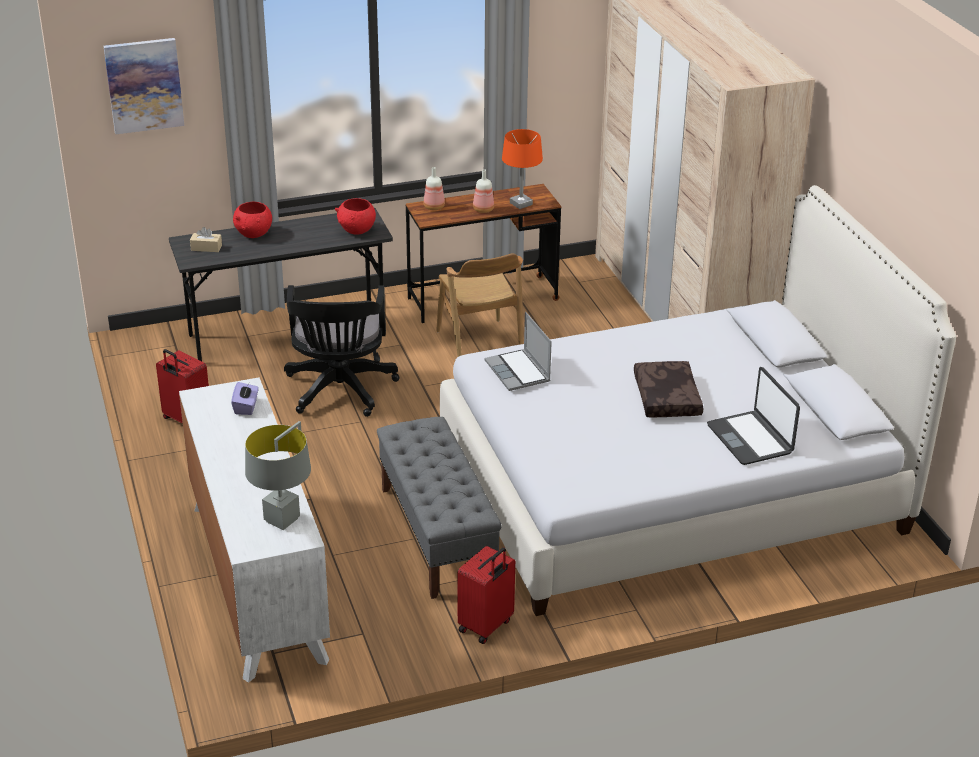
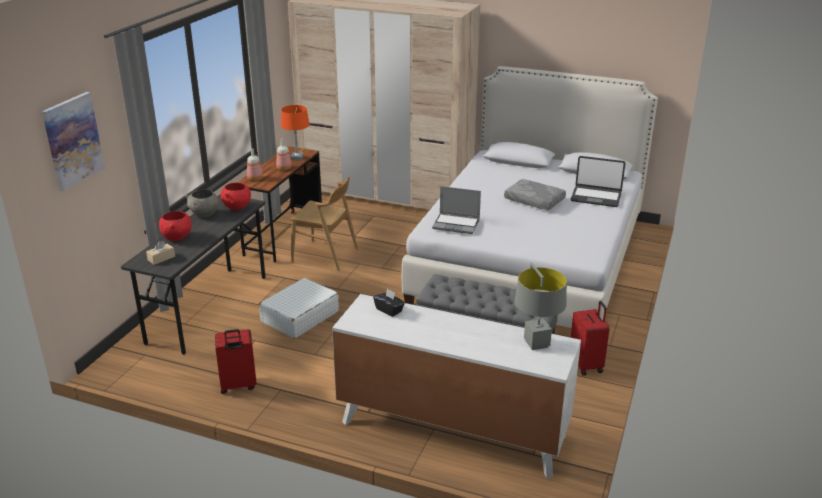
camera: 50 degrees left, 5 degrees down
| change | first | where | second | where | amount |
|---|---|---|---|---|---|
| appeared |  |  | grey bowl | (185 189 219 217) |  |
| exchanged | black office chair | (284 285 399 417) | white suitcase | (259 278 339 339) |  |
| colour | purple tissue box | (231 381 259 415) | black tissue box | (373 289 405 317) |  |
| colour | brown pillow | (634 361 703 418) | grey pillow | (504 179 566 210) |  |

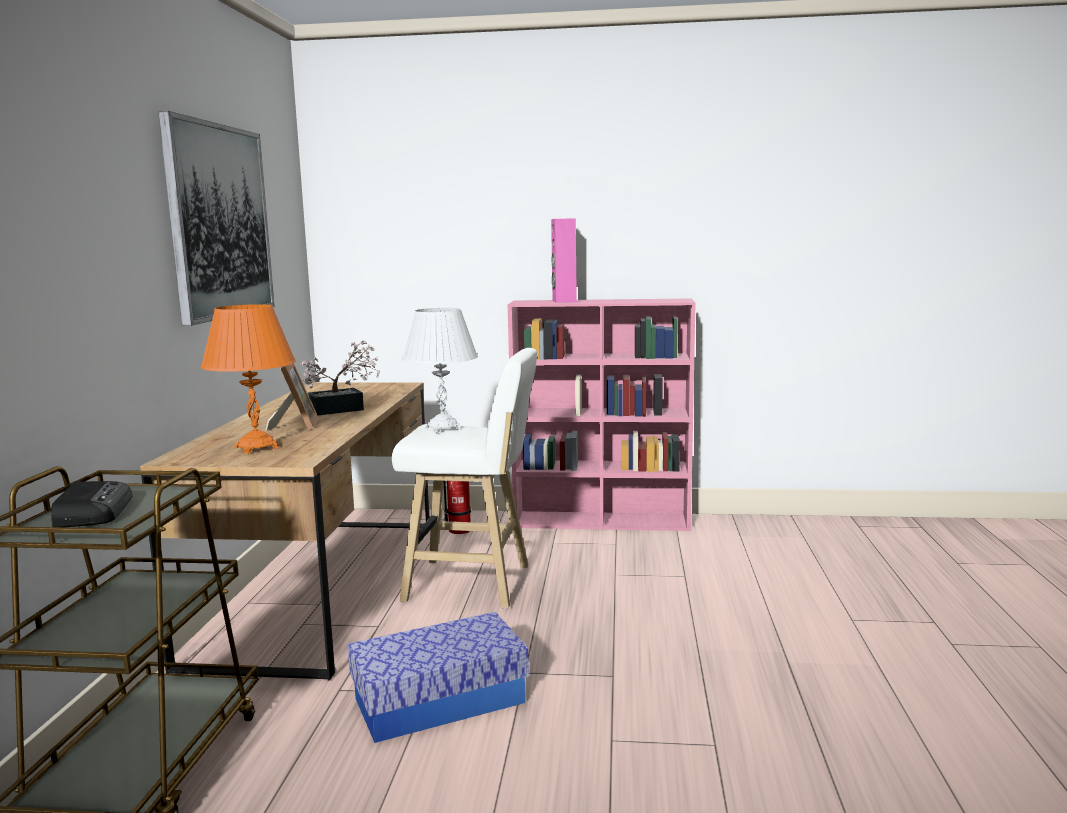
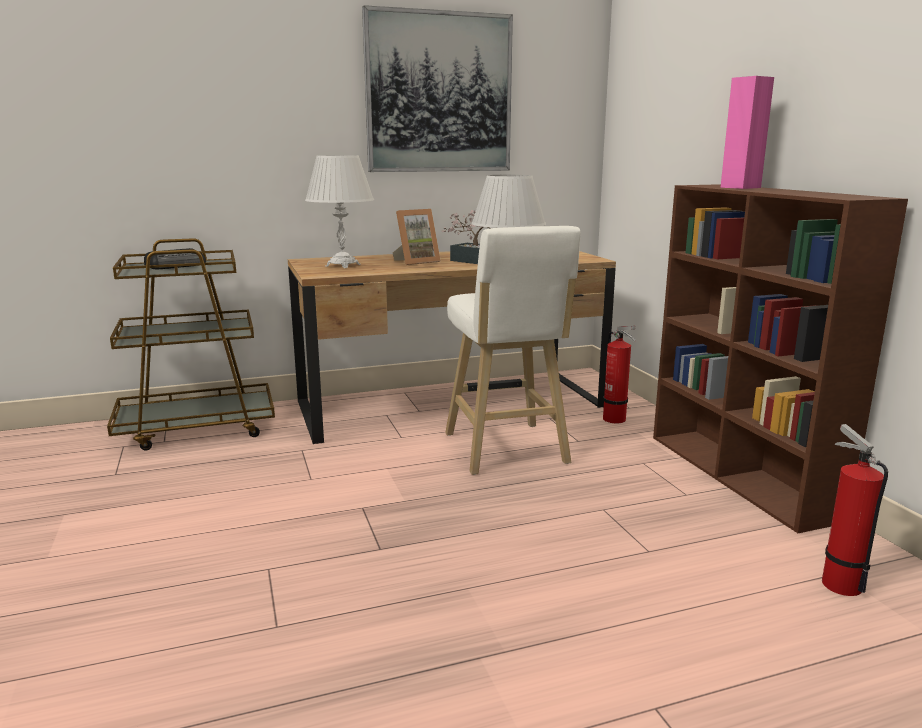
camera: 65 degrees right, 5 degrees up
| change | first | where | second | where | amount |
|---|---|---|---|---|---|
| missing | storage box | (348 612 529 743) |  |  |  |
| appeared |  |  | fire extinguisher | (822 424 888 596) |  |
| colour | orange table lamp | (201 304 296 454) | white table lamp | (305 155 374 268) |  |
| colour | pink bookcase | (508 298 695 531) | brown bookcase | (653 184 908 533) |  |

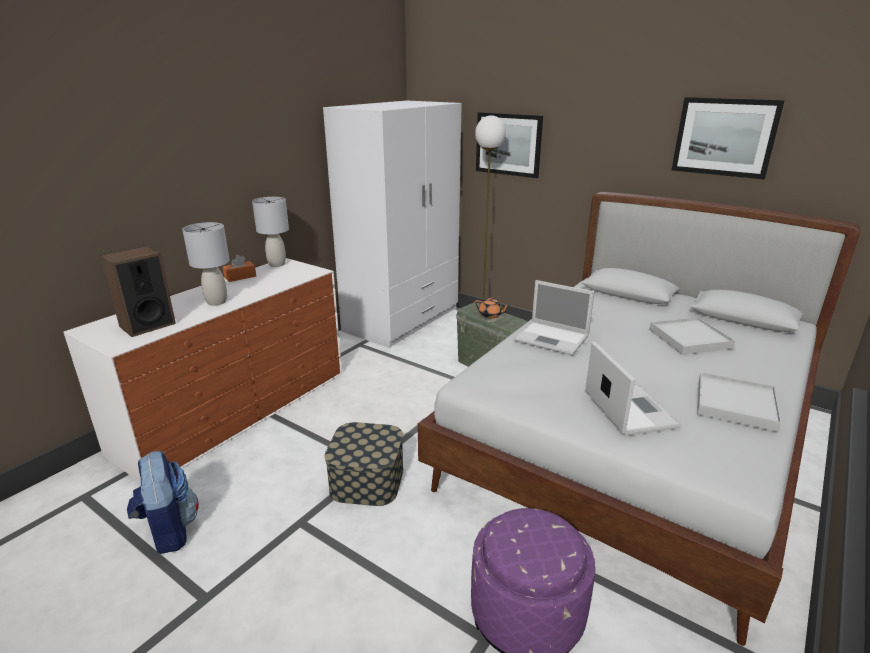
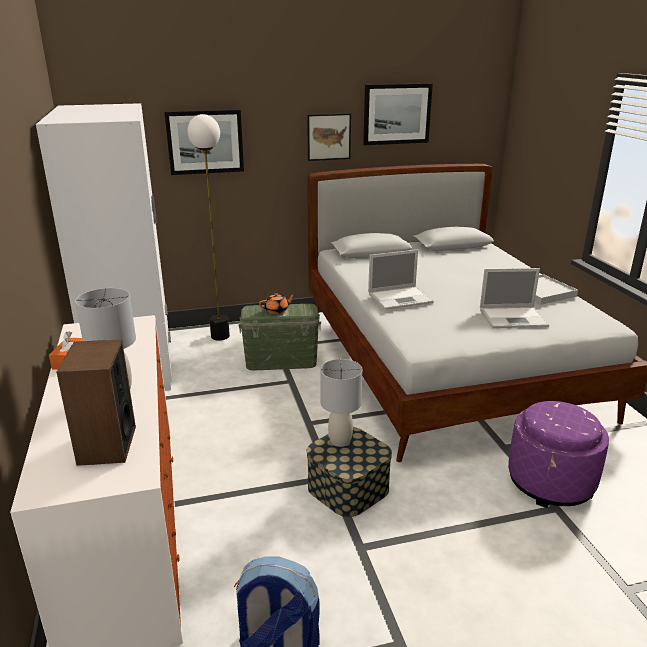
camera: 50 degrees left, 0 degrees up
| change | first | where | second | where | amount |
|---|---|---|---|---|---|
| missing | white tray | (649 317 735 355) |  |  |  |
| appeared |  |  | picture | (307 113 351 161) |  |
| relocated | grey table lamp | (252 197 289 267) |  | (320 359 363 447) |  |
| spun | laptop | (585 342 681 436) |  | (480 268 549 328) | 150 degrees clockwise |

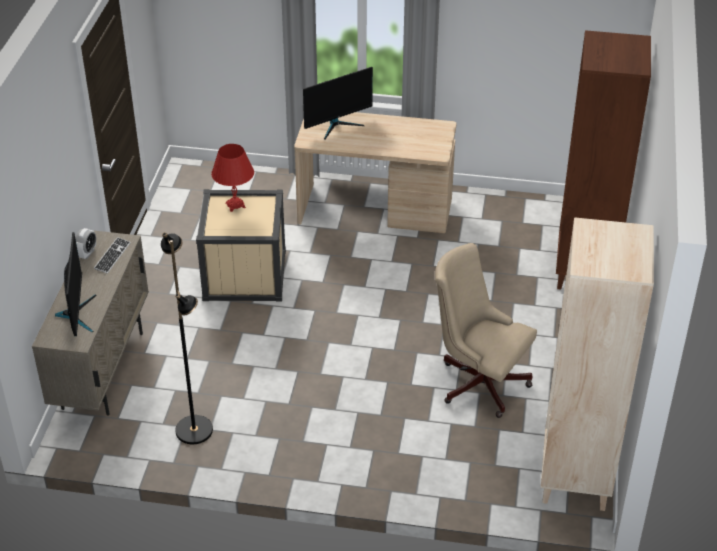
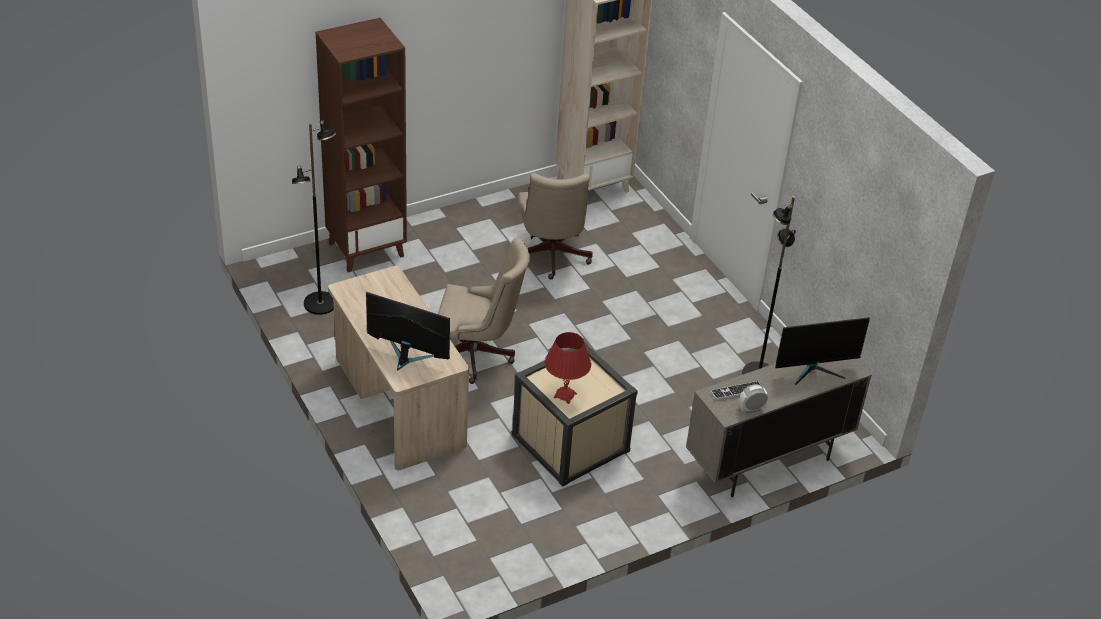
camera: 130 degrees left, 0 degrees up
| change | first | where | second | where | amount |
|---|---|---|---|---|---|
| appeared |  |  | black floor lamp | (292 120 336 315) |  |
| appeared |  |  | beige office chair | (438 238 530 384) |  |
| spun | monitor | (55 232 97 336) |  | (775 317 870 385) | 150 degrees counterclockwise |

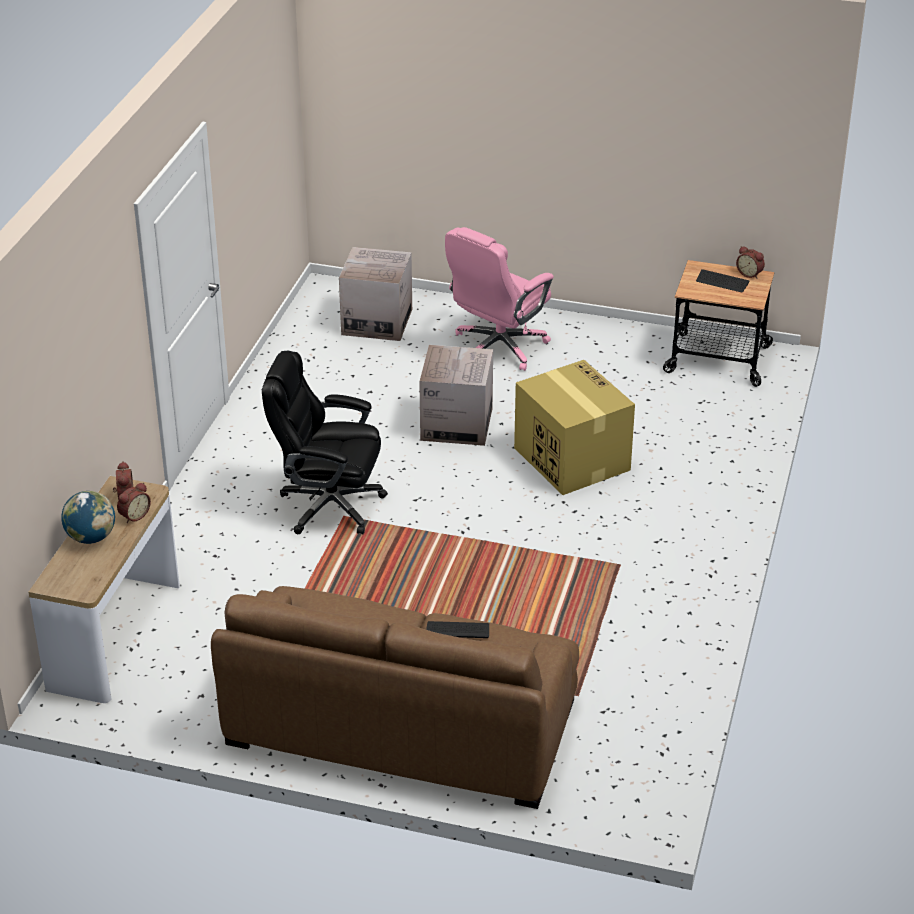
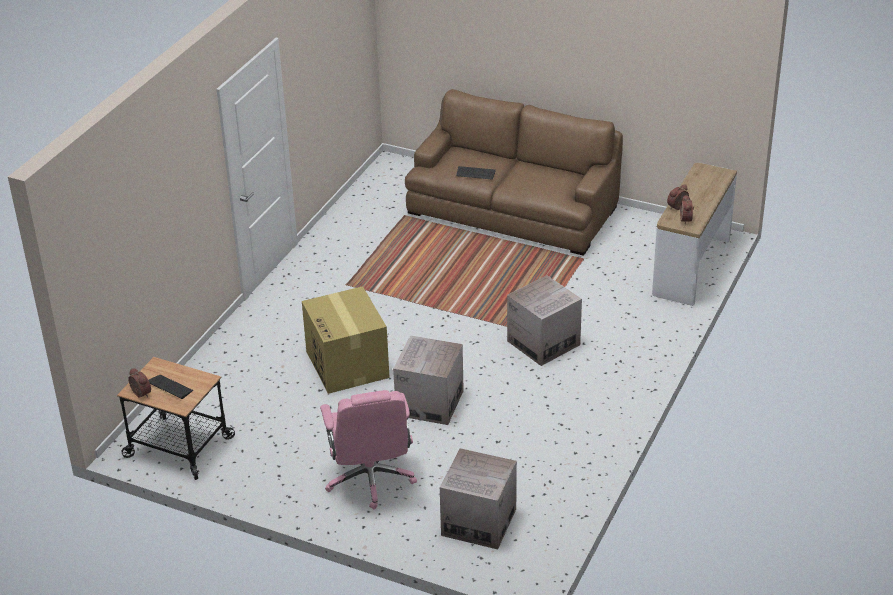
camera: 170 degrees left, 0 degrees up
| change | first | where | second | where | amount |
|---|---|---|---|---|---|
| missing | globe | (61 491 115 544) |  |  |  |
| exchanged | black office chair | (262 351 388 534) | cardboard box | (507 275 582 366) |  |
| spun | pink office chair | (445 227 554 371) |  | (320 390 417 510) | 120 degrees clockwise |

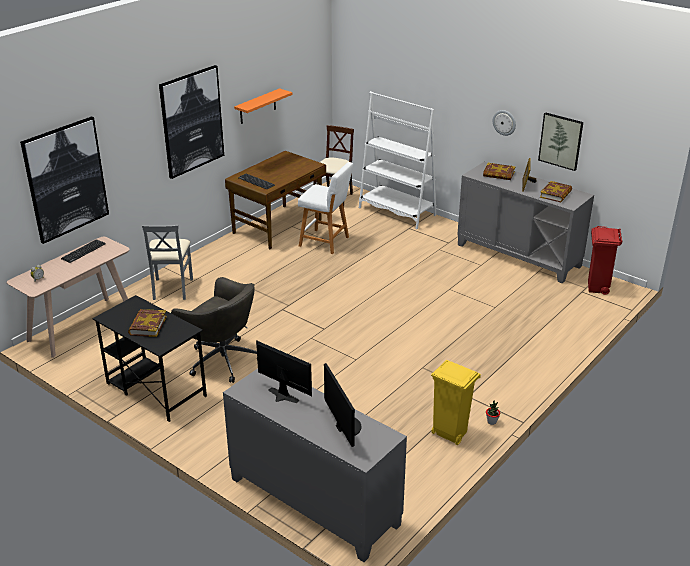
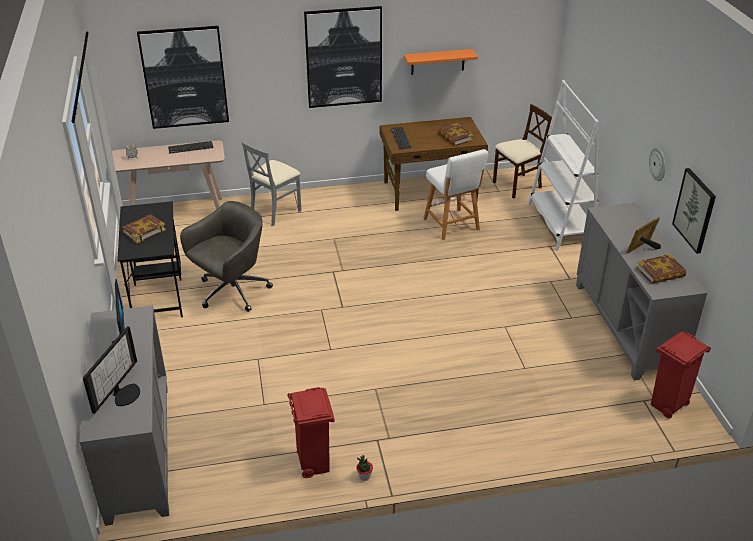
camera: 40 degrees right, 5 degrees up
| change | first | where | second | where | amount |
|---|---|---|---|---|---|
| relocated | book | (483 163 516 180) |  | (438 123 474 146) |  |
| colour | yellow trash can | (431 360 481 445) | red trash can | (287 387 335 478) |  |
| spun | grey office chair | (171 277 257 383) |  | (180 201 273 312) | 120 degrees counterclockwise |

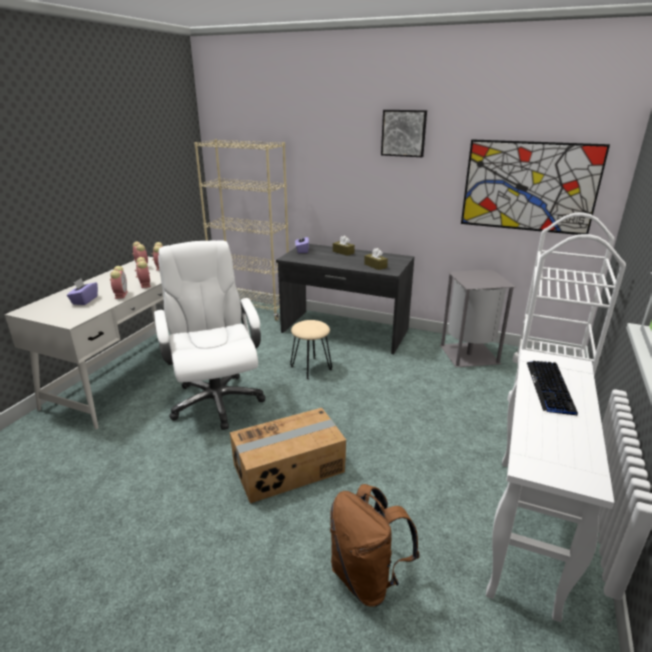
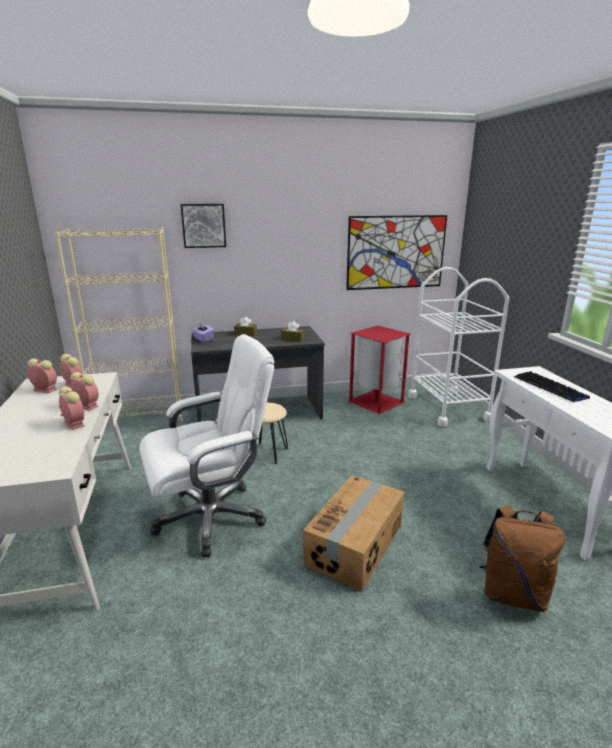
camera: 35 degrees left, 5 degrees down
| change | first | where | second | where | amount |
|---|---|---|---|---|---|
| missing | purple tissue box | (67 278 98 305) |  |  |  |
| relocated | picture | (381 110 427 157) |  | (181 204 226 248) |  |
| colour | grey trash can | (439 270 515 367) | red trash can | (348 325 410 414) |  |
| spun | white office chair | (154 240 265 430) |  | (139 334 275 557) | 120 degrees clockwise |

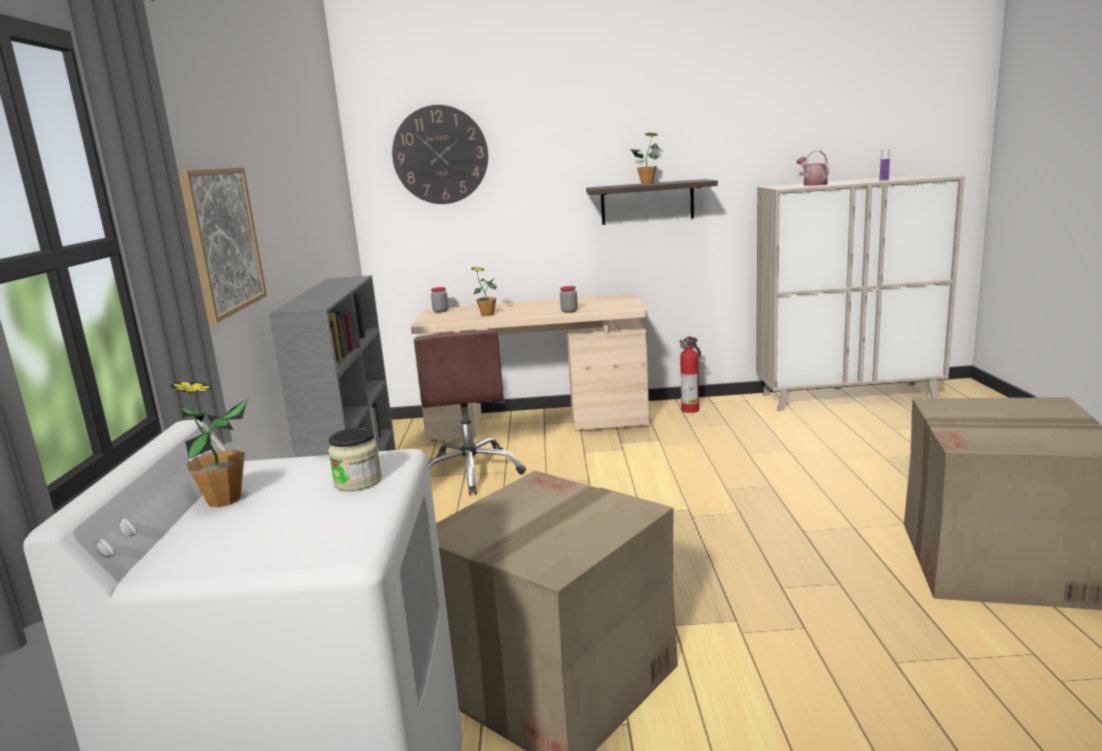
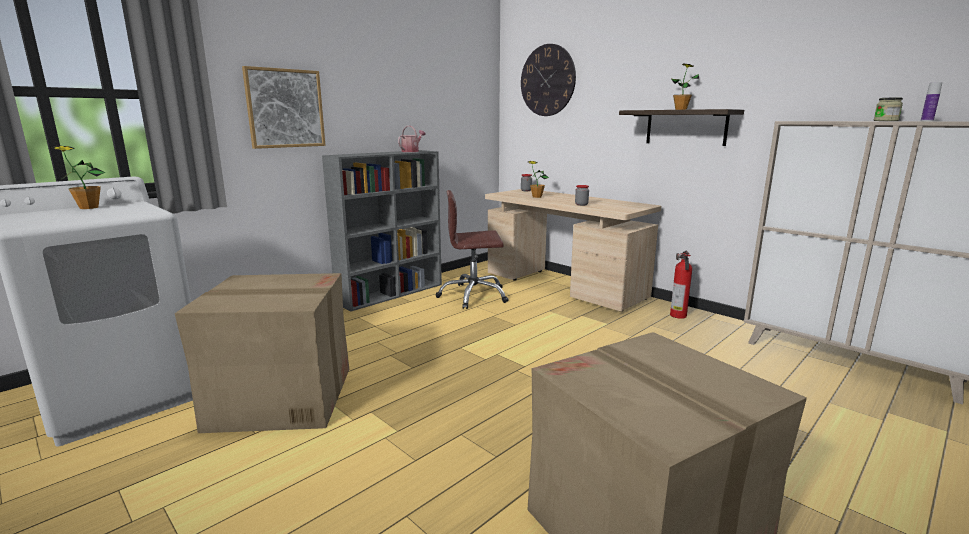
camera: 45 degrees right, 0 degrees up
| change | first | where | second | where | amount |
|---|---|---|---|---|---|
| relocated | jar | (328 428 382 491) |  | (874 97 903 121) |  |
| relocated | watering can | (797 150 830 186) |  | (398 126 426 152) |  |
| spun | brown office chair | (414 330 526 495) |  | (436 190 509 309) | 45 degrees clockwise |

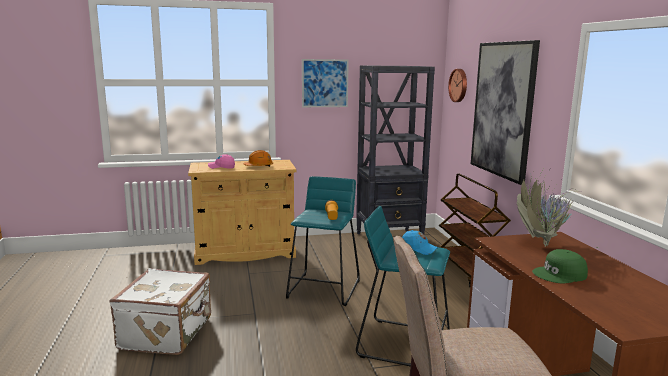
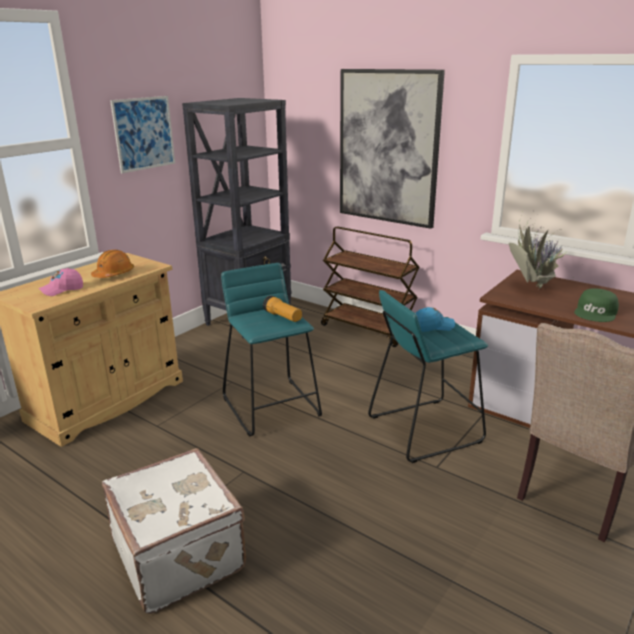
camera: 40 degrees left, 10 degrees up
| change | first | where | second | where | amount |
|---|---|---|---|---|---|
| missing | wall clock | (448 69 467 102) |  |  |  |

